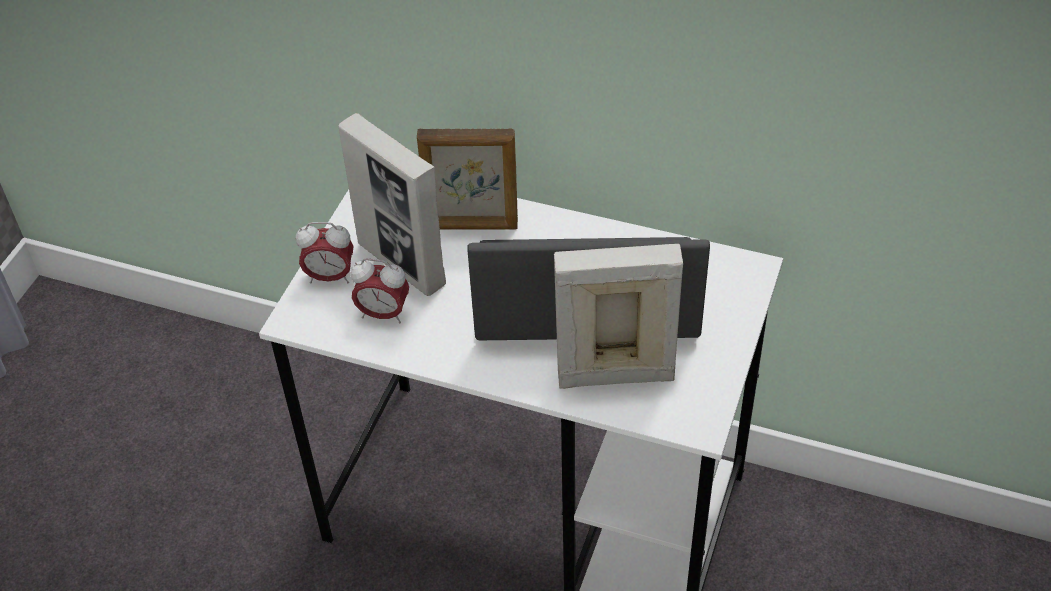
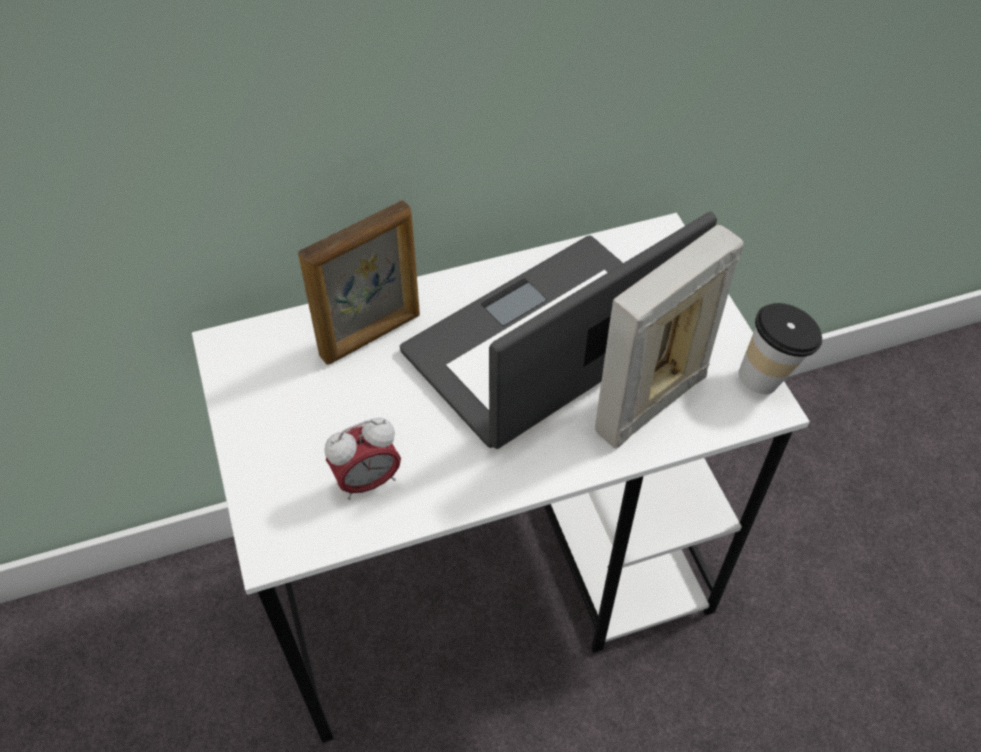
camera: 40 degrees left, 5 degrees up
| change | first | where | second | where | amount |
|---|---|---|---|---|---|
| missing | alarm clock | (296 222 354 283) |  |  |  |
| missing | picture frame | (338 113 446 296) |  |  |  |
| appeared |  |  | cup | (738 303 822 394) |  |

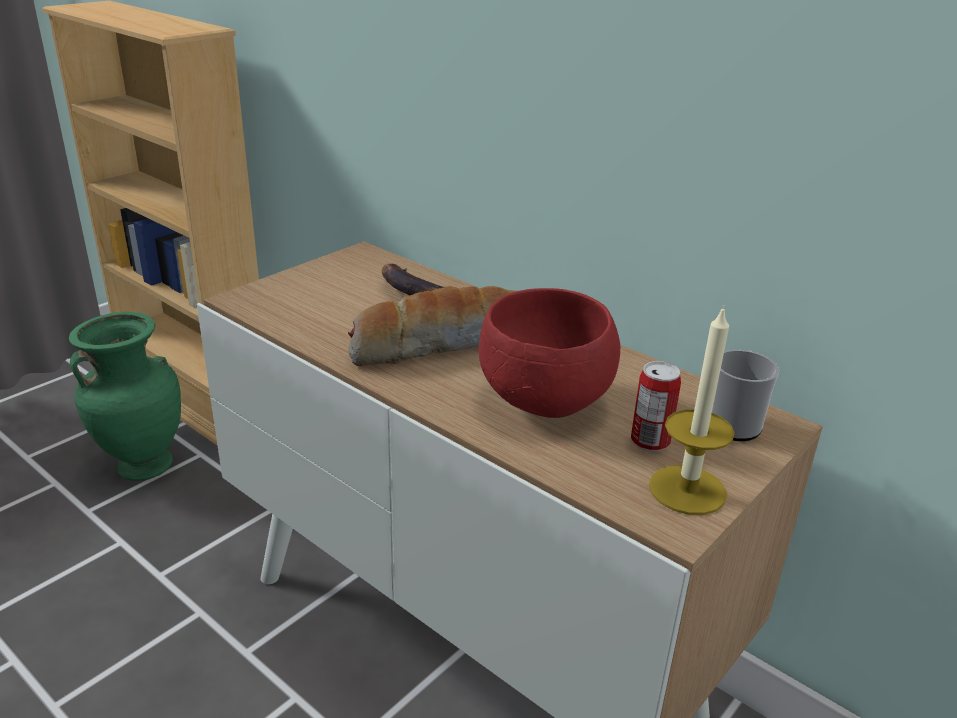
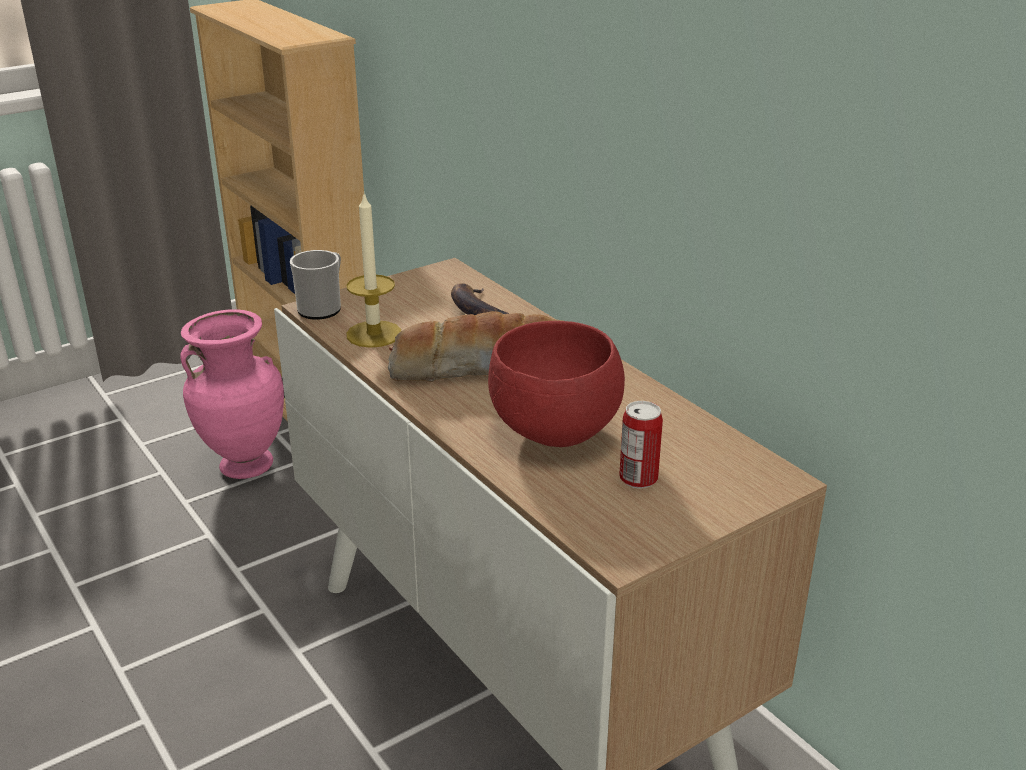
camera: 15 degrees right, 0 degrees up
| change | first | where | second | where | amount |
|---|---|---|---|---|---|
| relocated | candle | (649 305 735 515) |  | (346 193 401 348) |  |
| relocated | mug | (712 350 779 441) |  | (290 250 341 320) |  |
| colour | green vase | (69 312 181 481) | pink vase | (181 309 284 479) |  |

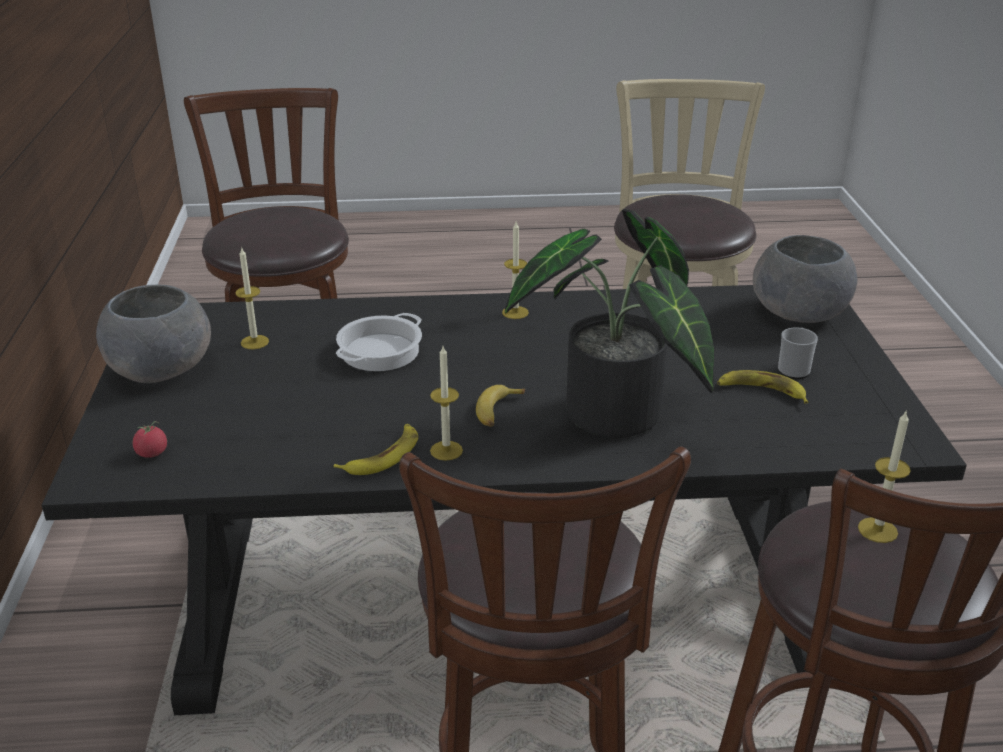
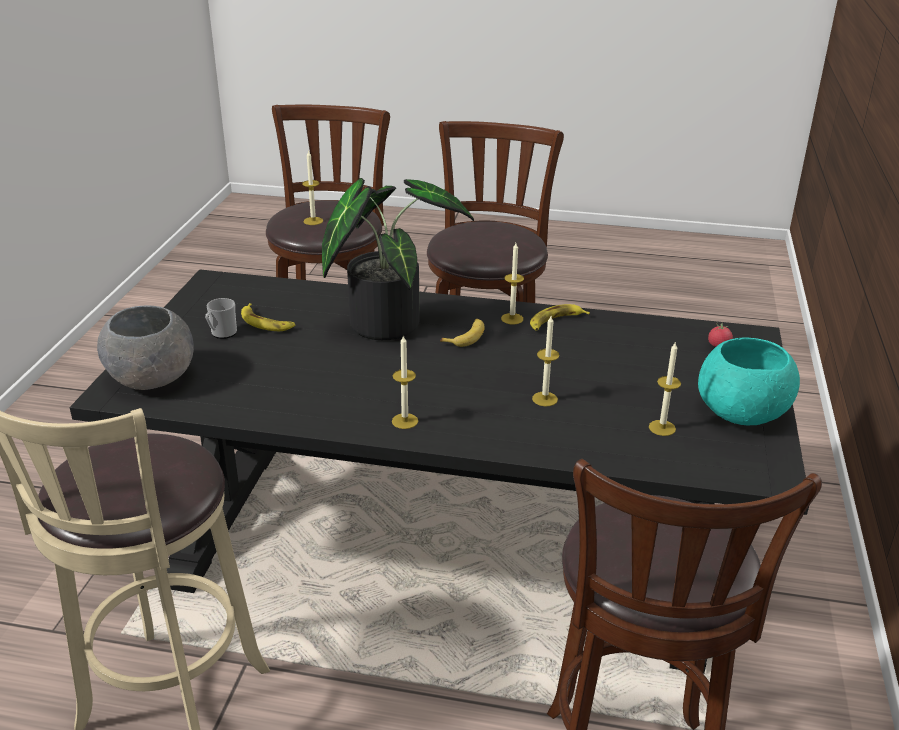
camera: 165 degrees left, 0 degrees up
| change | first | where | second | where | amount |
|---|---|---|---|---|---|
| exchanged | cooking pot | (336 313 422 371) | candle | (532 316 560 406) |  |
| colour | grey bowl | (96 285 211 383) | turquoise bowl | (698 338 800 425) |  |

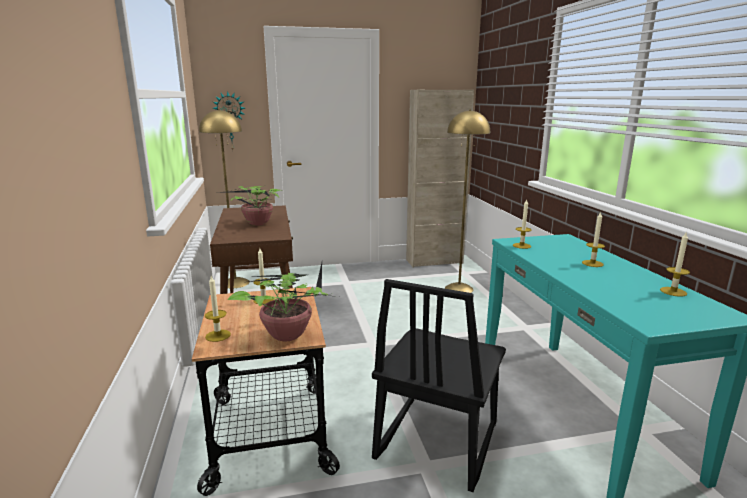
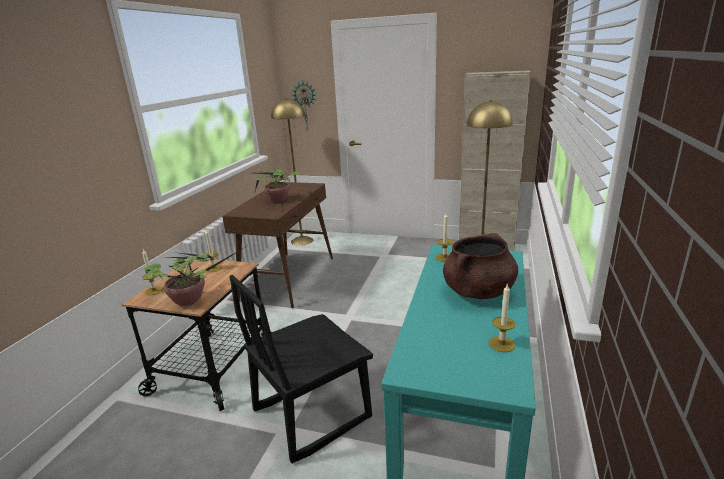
camera: 30 degrees right, 5 degrees up
| change | first | where | second | where | amount |
|---|---|---|---|---|---|
| exchanged | candle | (582 212 605 267) | brown cooking pot | (443 233 518 299) |  |

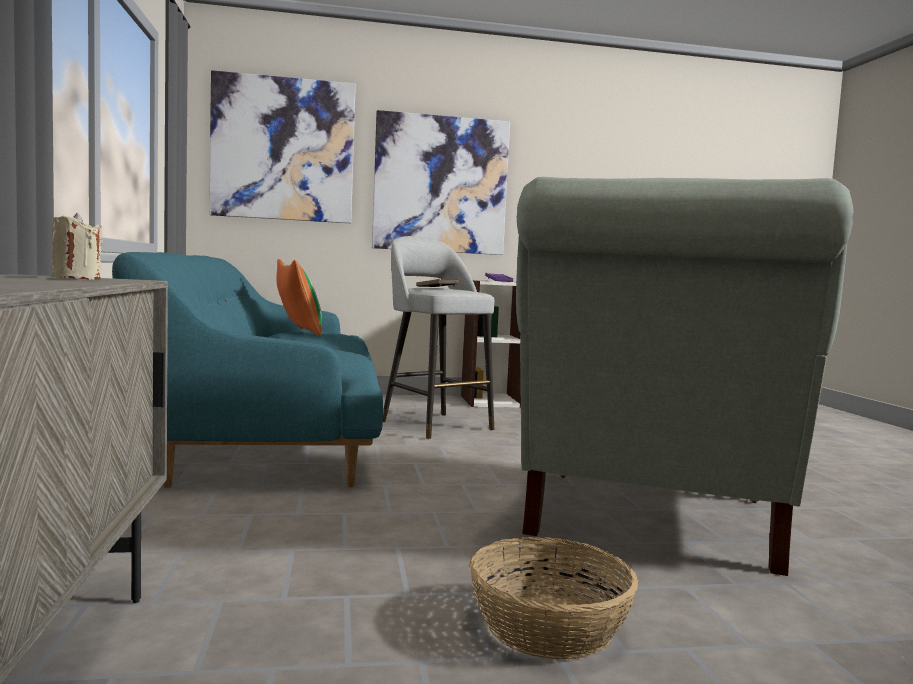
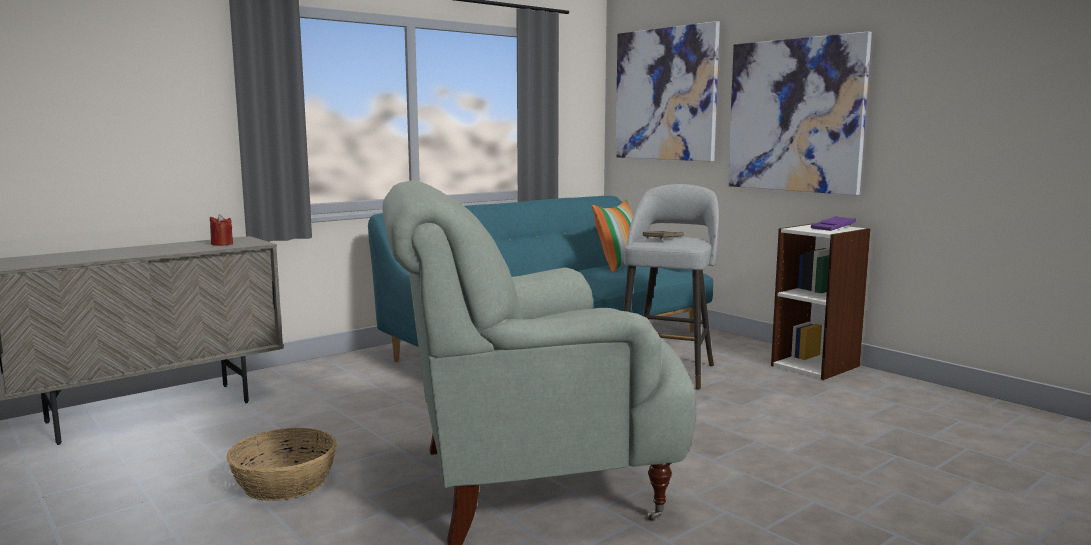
camera: 60 degrees right, 5 degrees up
| change | first | where | second | where | amount |
|---|---|---|---|---|---|
| colour | beige candle | (51 213 103 280) | red candle | (210 214 233 246) |  |

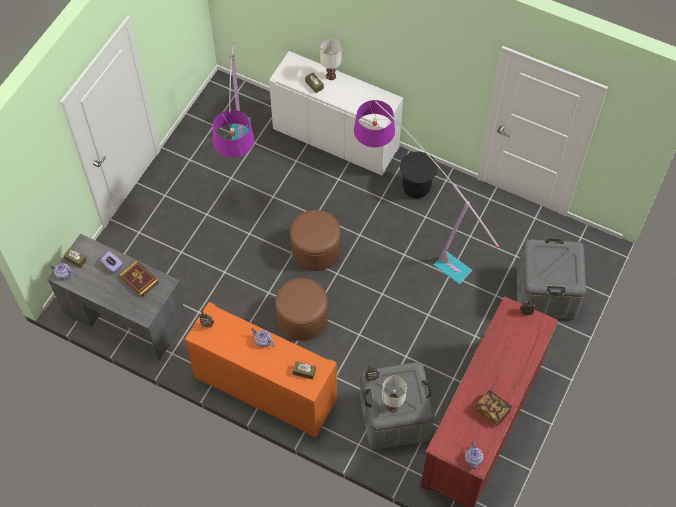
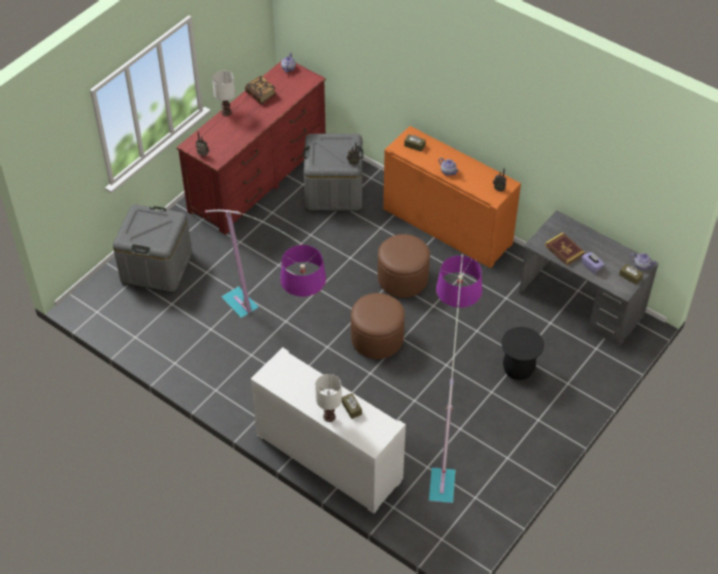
camera: 170 degrees left, 10 degrees down
| change | first | where | second | where | amount |
|---|---|---|---|---|---|
| relocated | white table lamp | (382 376 407 413) |  | (212 70 235 116) |  |
| relocated | black stool | (400 152 438 198) |  | (501 327 544 380) |  |

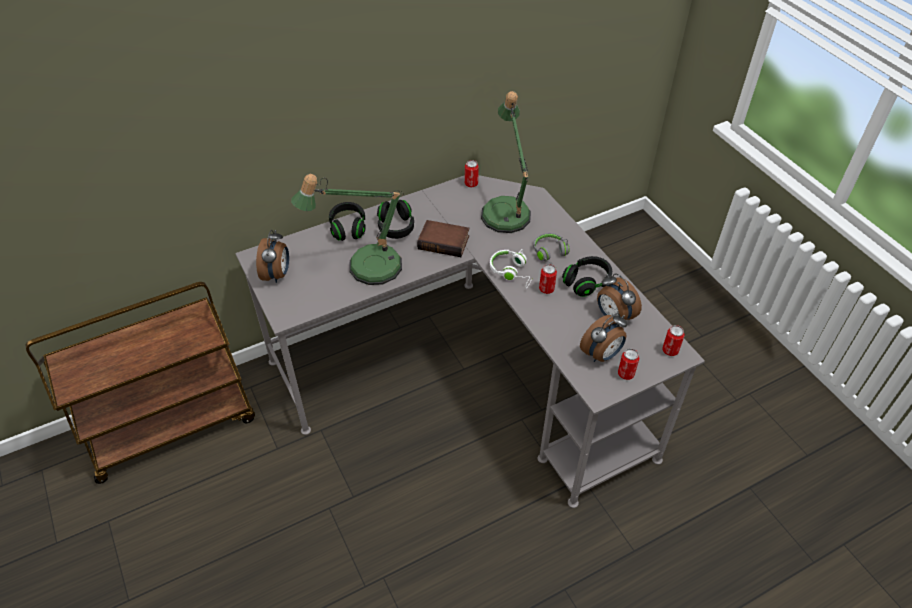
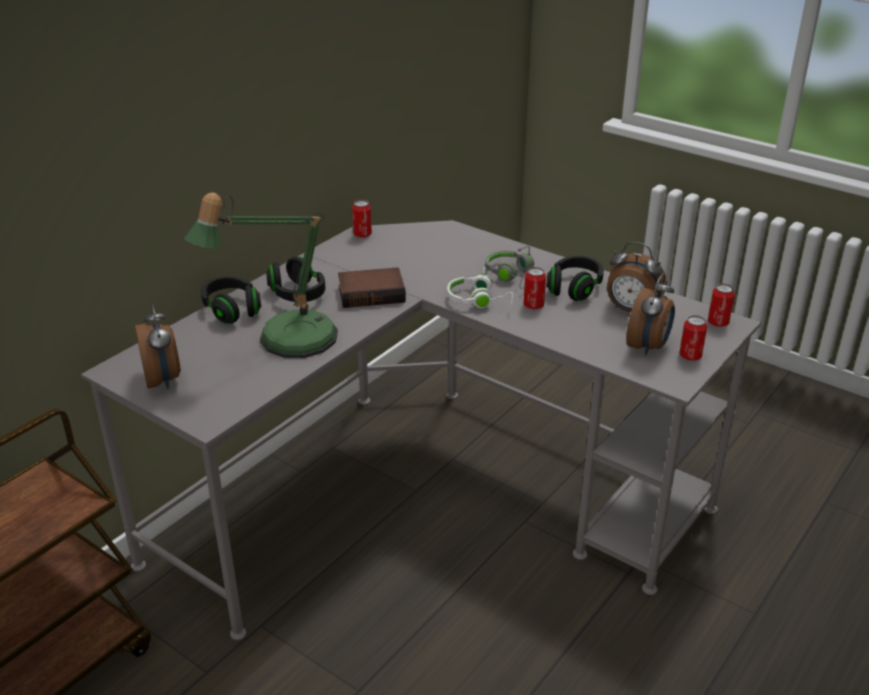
camera: 25 degrees left, 15 degrees down
| change | first | where | second | where | amount |
|---|---|---|---|---|---|
| missing | table lamp | (481 91 531 233) |  |  |  |

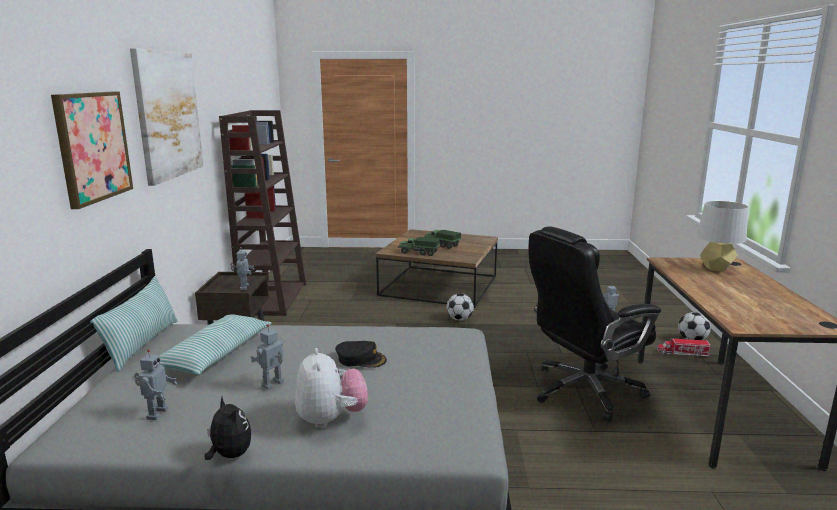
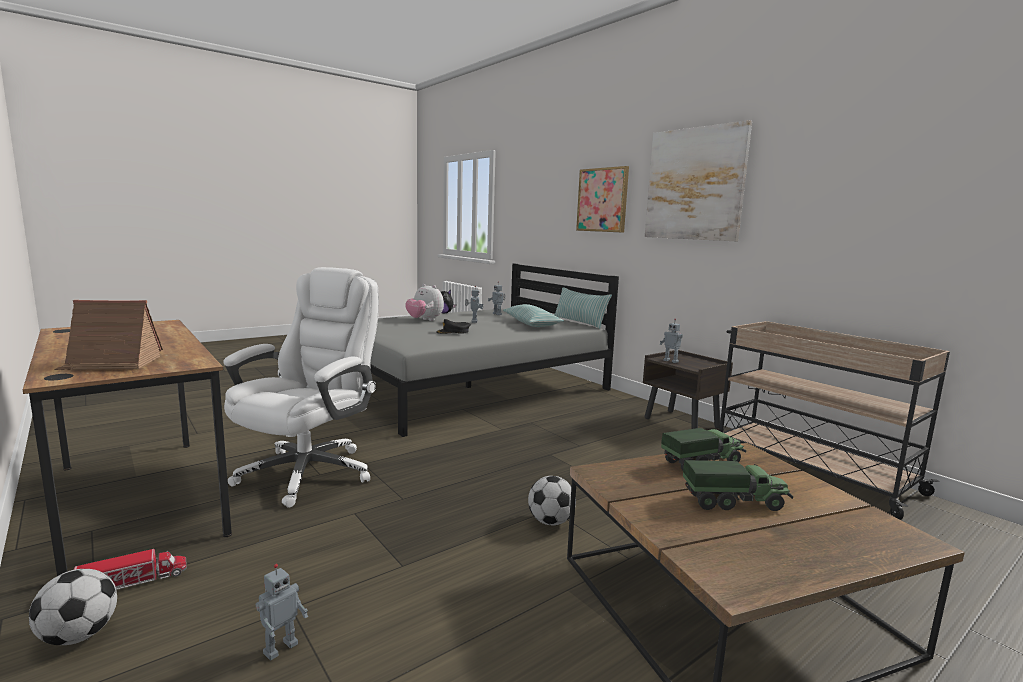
camera: 140 degrees right, 5 degrees down
| change | first | where | second | where | amount |
|---|---|---|---|---|---|
| exchanged | brown bookcase | (219 110 306 316) | beige cart | (719 321 950 520) |  |
| exchanged | grey table lamp | (697 201 748 272) | toy house | (54 300 163 370) |  |
| colour | black office chair | (528 226 661 422) | white office chair | (223 267 379 508) |  |

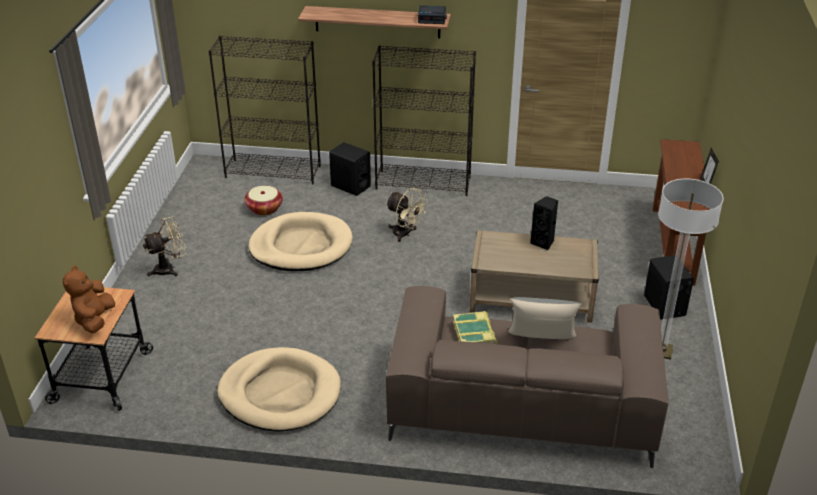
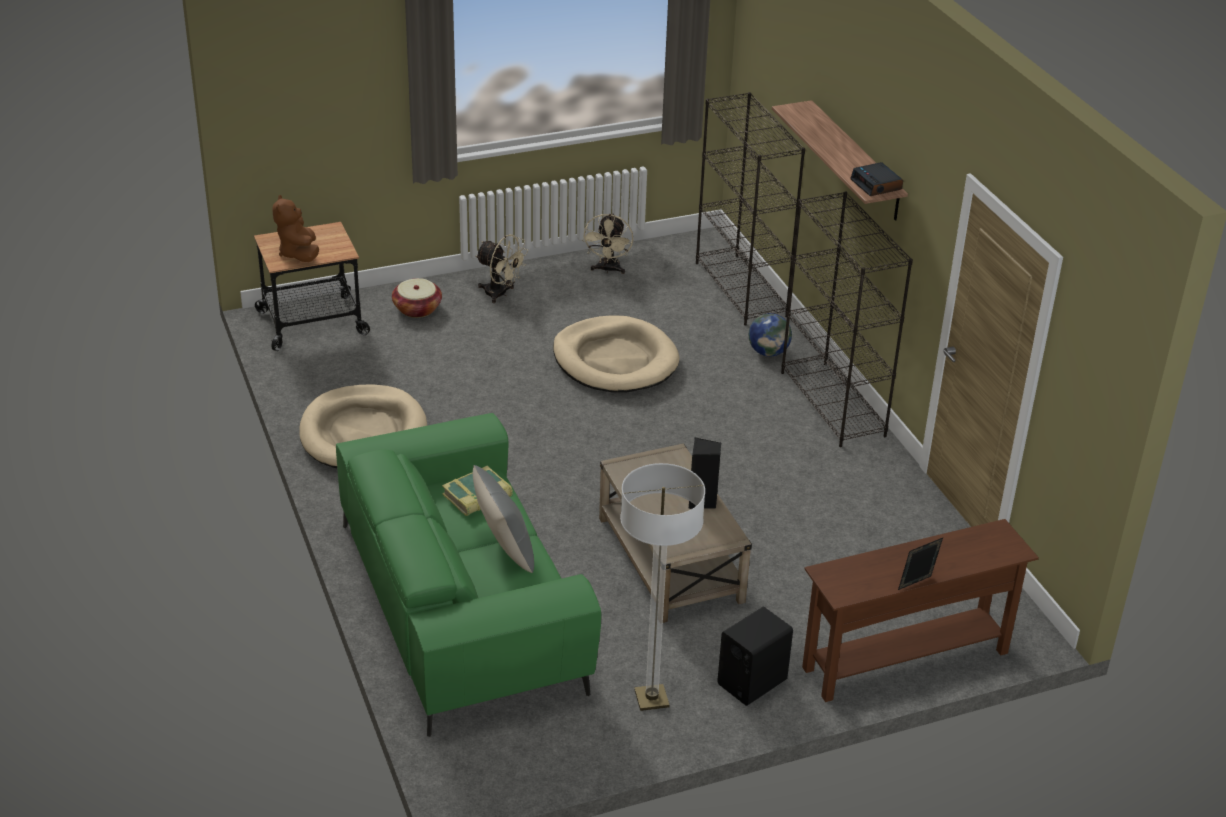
camera: 60 degrees right, 0 degrees up
| change | first | where | second | where | amount |
|---|---|---|---|---|---|
| relocated | basket | (244 186 283 215) |  | (392 278 442 318) |  |
| relocated | beige fan | (386 188 428 242) |  | (582 213 633 274) |  |
| exchanged | black speaker | (329 142 371 196) | globe | (749 313 792 357) |  |
| colour | brown sofa | (386 286 668 468) | green sofa | (336 413 601 737) |  |
| spun | brown plush toy | (63 266 115 334) |  | (273 195 319 262) | 75 degrees counterclockwise |

